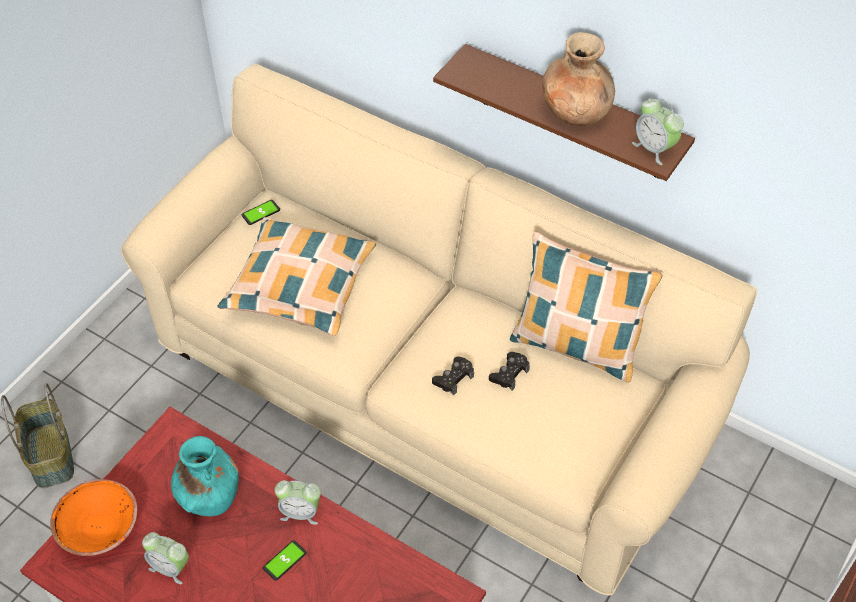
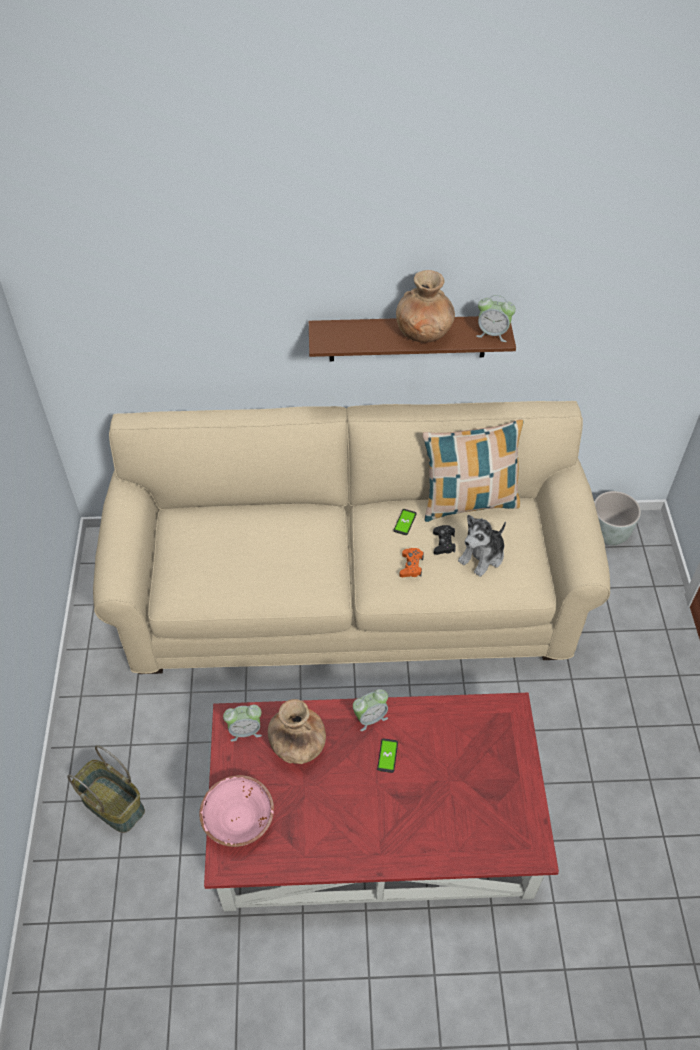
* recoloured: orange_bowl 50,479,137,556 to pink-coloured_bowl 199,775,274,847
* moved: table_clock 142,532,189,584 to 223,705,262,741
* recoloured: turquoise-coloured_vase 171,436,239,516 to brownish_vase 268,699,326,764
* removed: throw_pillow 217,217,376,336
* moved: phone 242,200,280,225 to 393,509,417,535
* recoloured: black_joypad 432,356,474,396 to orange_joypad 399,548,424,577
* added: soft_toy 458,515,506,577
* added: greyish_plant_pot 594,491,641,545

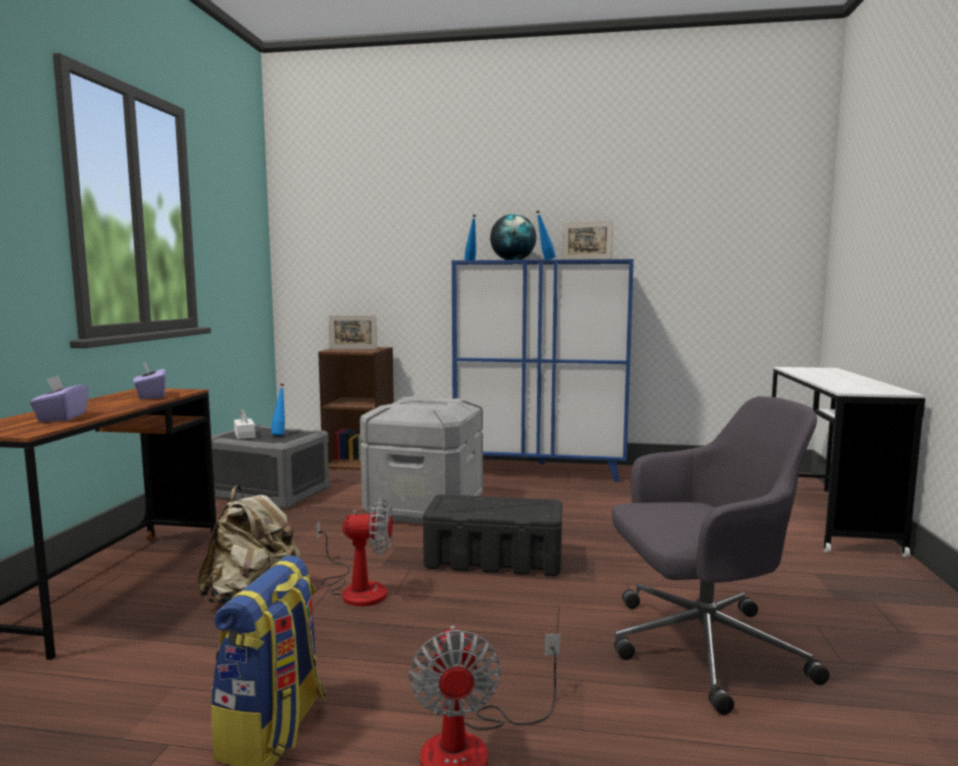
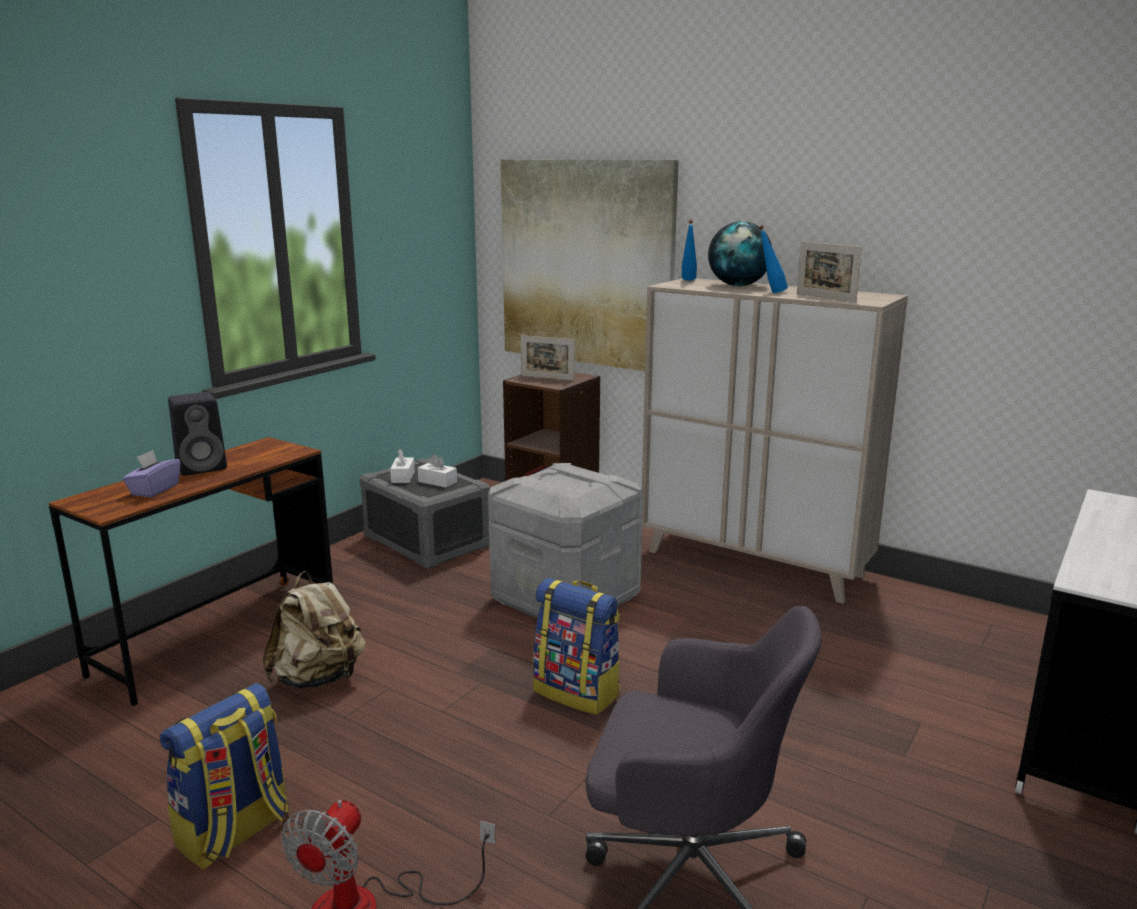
* removed: purplish_box_of_tissues 133,362,166,399
* replaced: blue-coloured_beverage_bottle 271,384,285,435 to white-coloured_box_of_tissues 418,454,457,488
* removed: electric_fan 316,498,393,607
* replaced: black_storage_container 423,494,562,576 to rucksack 533,578,620,715
* recoloured: blue-coloured_cupboard 452,259,634,482 to sand-coloured_cupboard 641,279,908,604
* added: black_audio_speaker 168,392,227,476
* added: wall_art 501,160,679,371

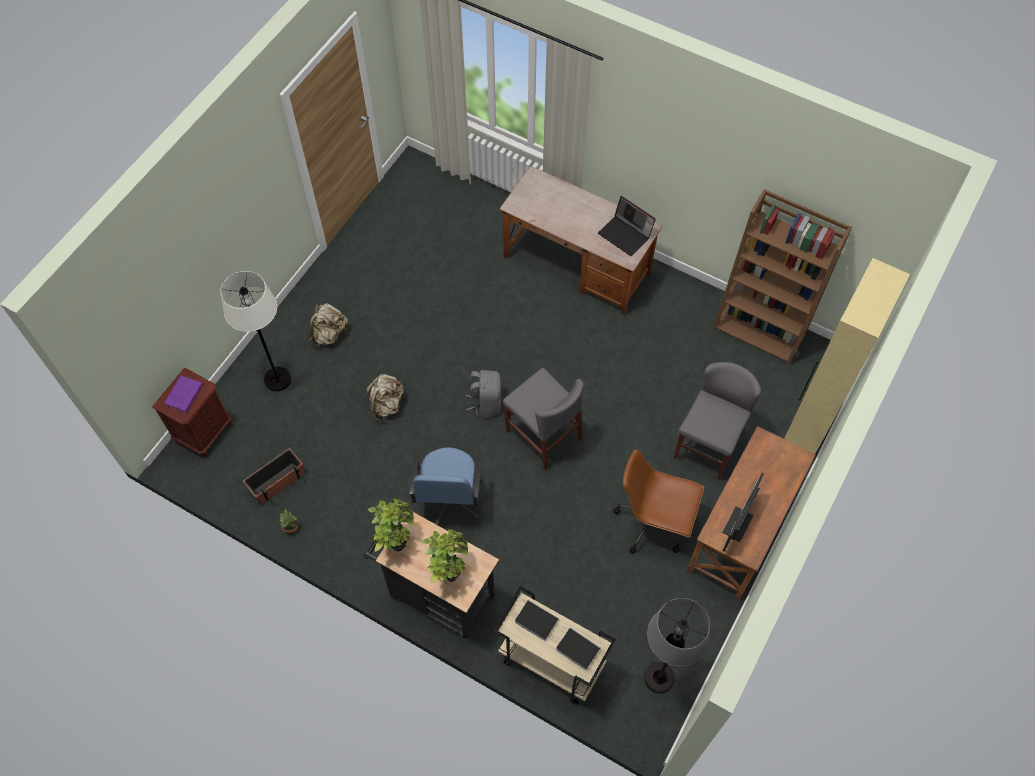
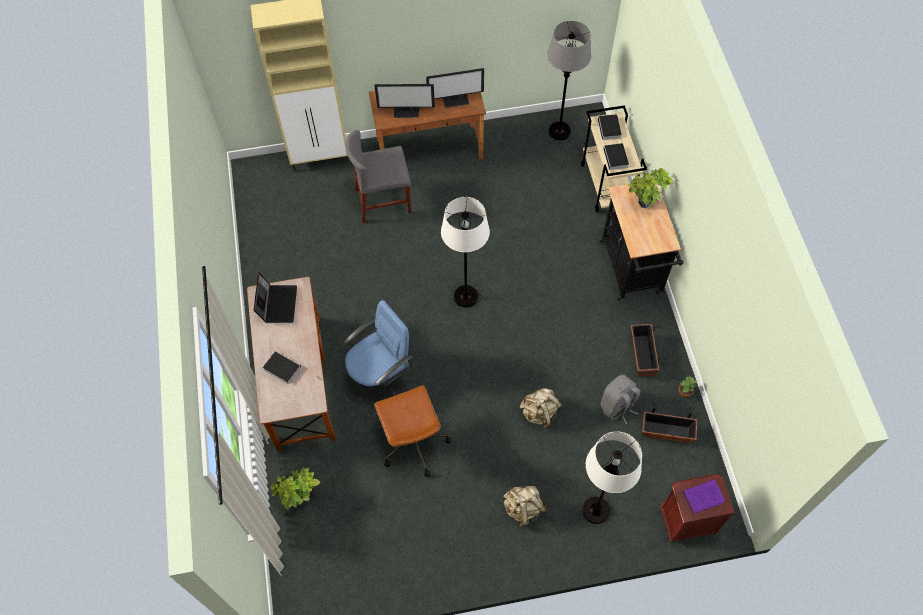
* moved: plant_in_a_pot 368,498,414,552 to 271,468,321,510
* moved: blue-coloured_desk_chair 408,447,482,525 to 343,300,413,404
* moved: greyish_rucksack 466,370,501,418 to 600,375,640,424
* replaced: greyish_chair 503,368,584,470 to white-coloured_floor_lamp 441,197,490,307
* moved: brownish_desk_chair 613,449,704,554 to 374,385,451,477
* removed: brownish_bookcase 713,189,852,365
* added: bound_book 263,351,301,384
* added: monitor 374,84,435,118
* added: plant_pot 631,324,667,377

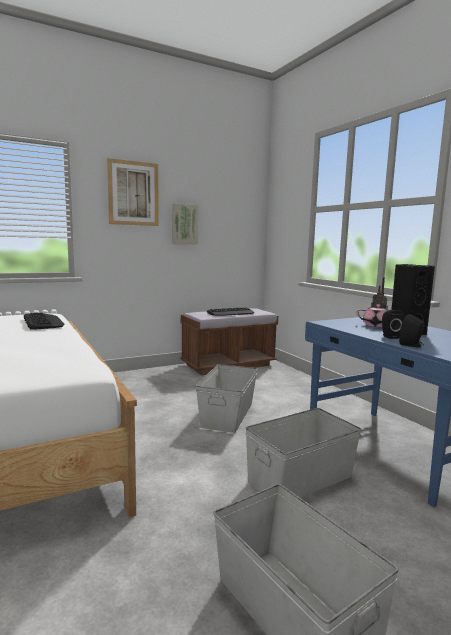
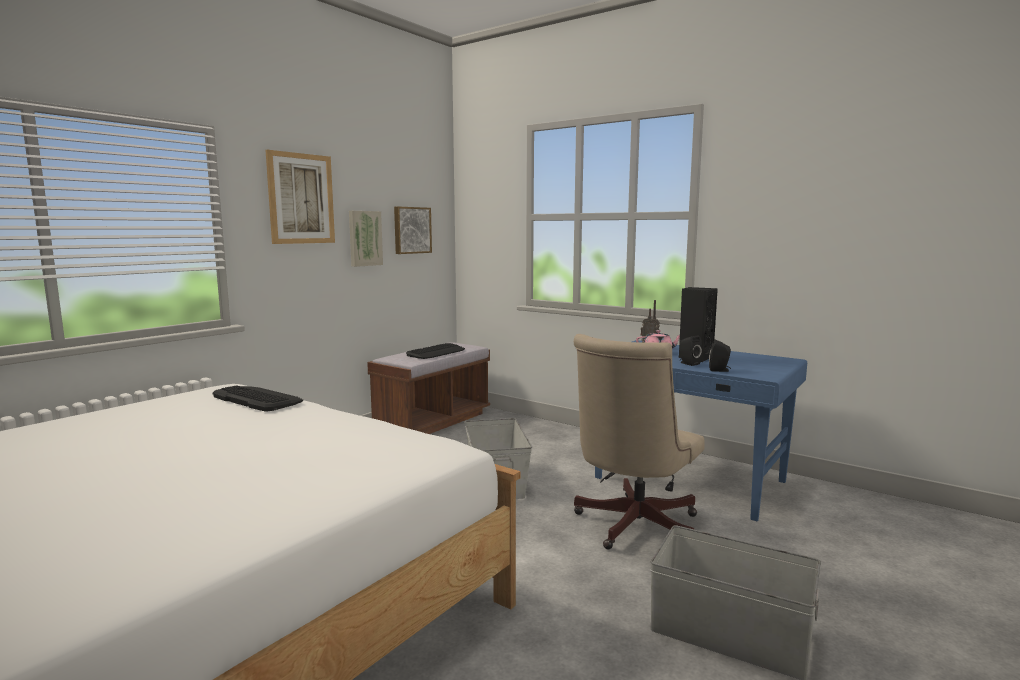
* replaced: greyish_storage_container 245,408,362,498 to sand-coloured_desk_chair 574,334,705,550
* added: wall_art 394,207,432,254

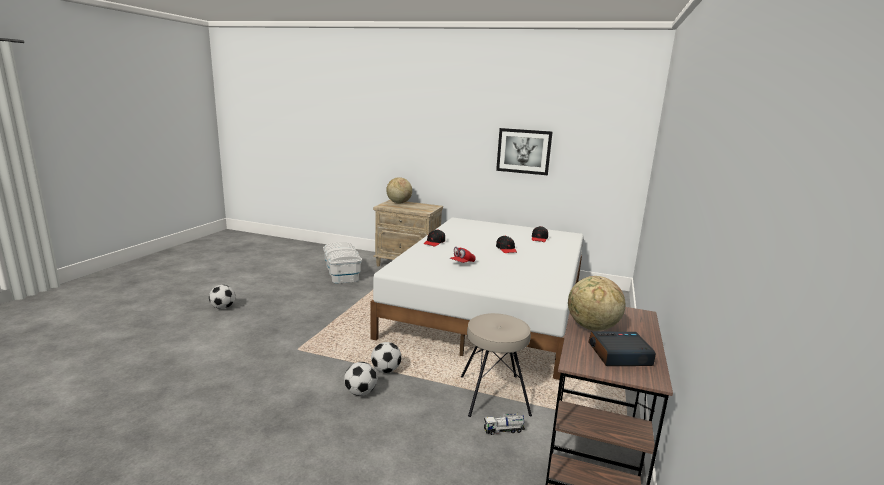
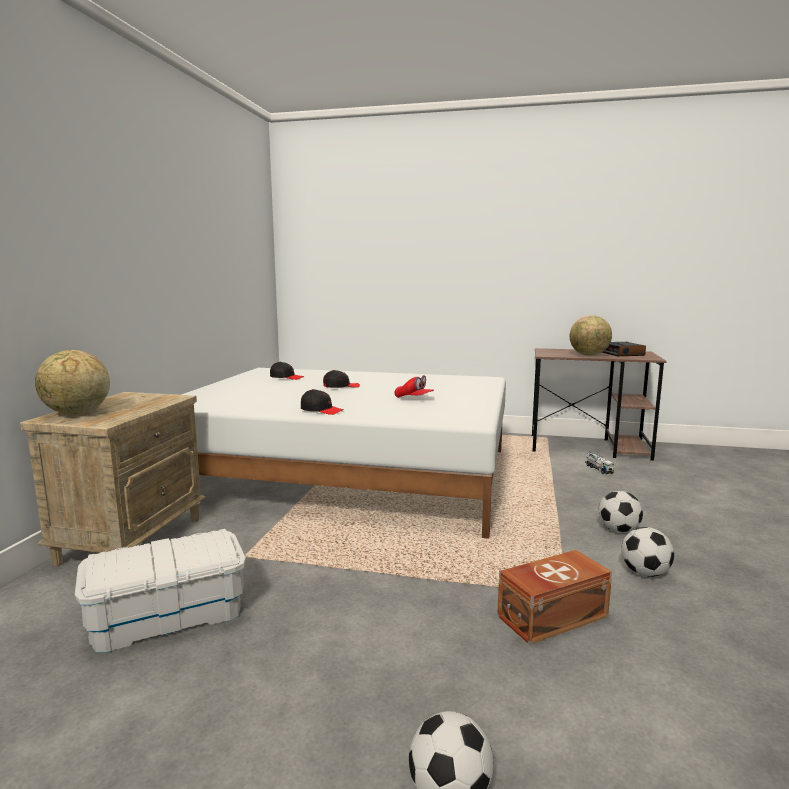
* moved: football_ball 371,342,402,373 to 621,527,674,577
* removed: sand-coloured_stool_seat 461,313,532,417
* removed: wall_art 496,128,552,175
* added: brownish_storage_container 497,550,612,645

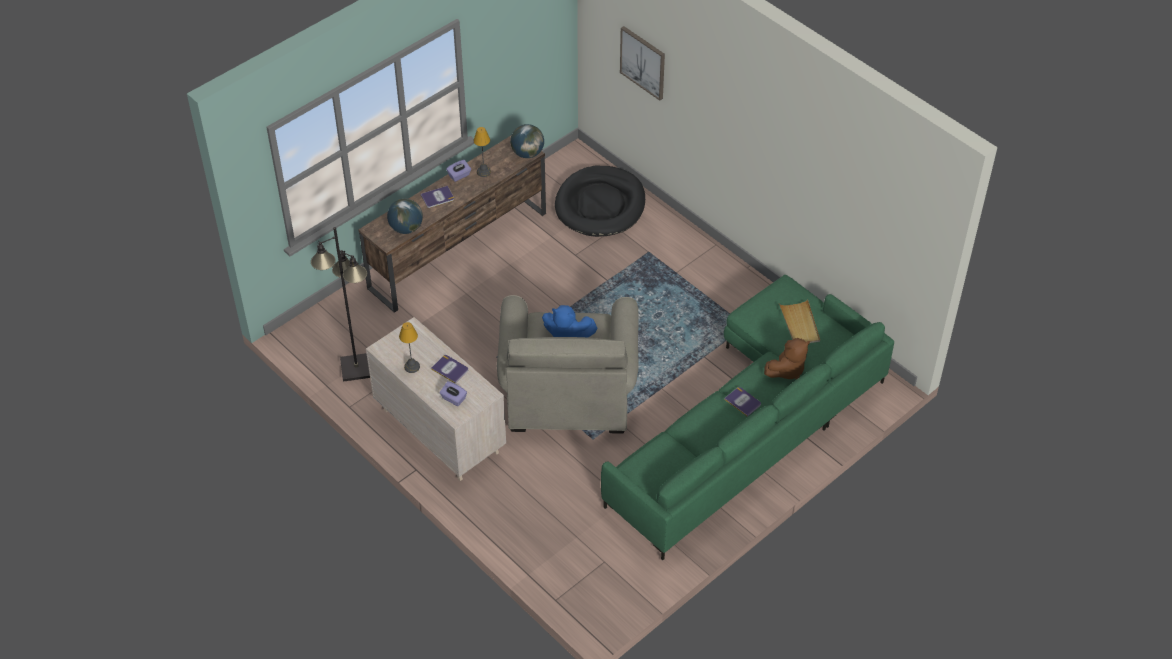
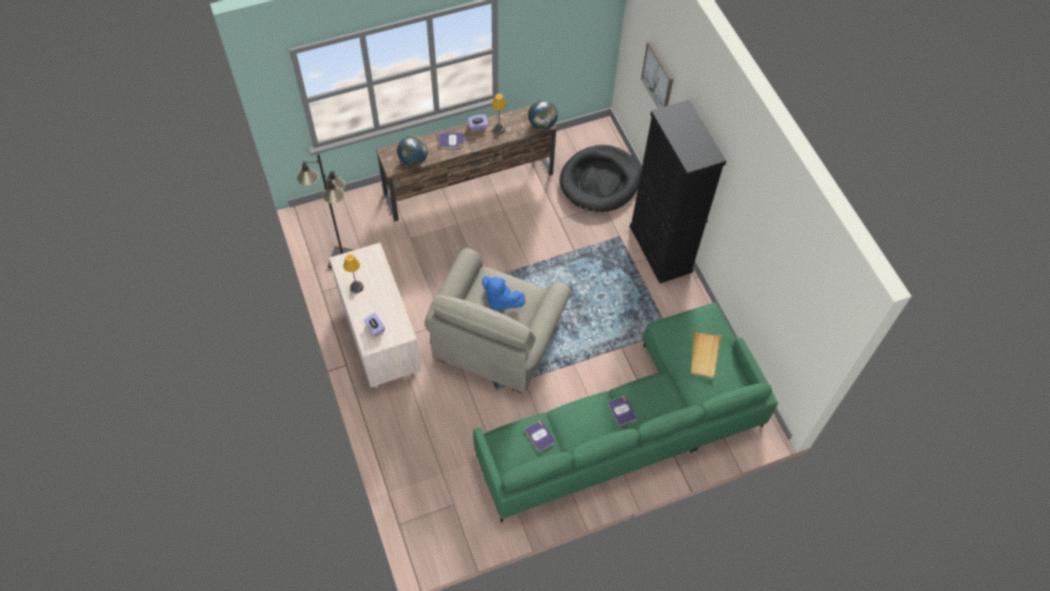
* moved: bound_book 431,355,468,384 to 524,421,555,453
* removed: brownish_soft_toy 764,338,810,380
* added: black_cupboard 630,100,726,283

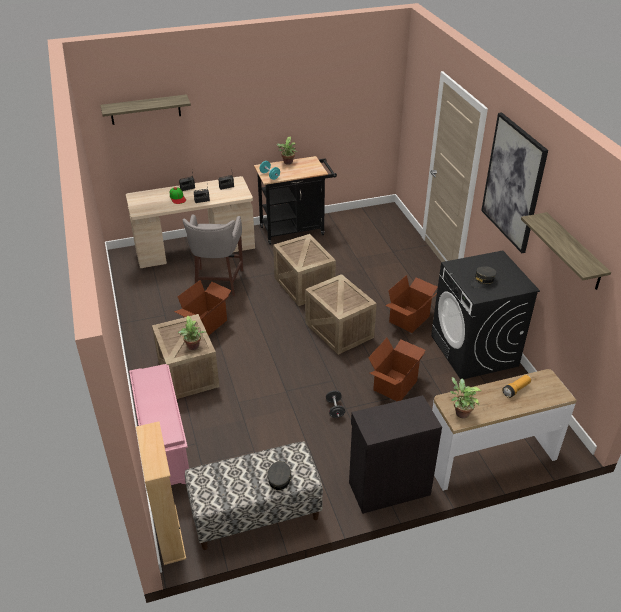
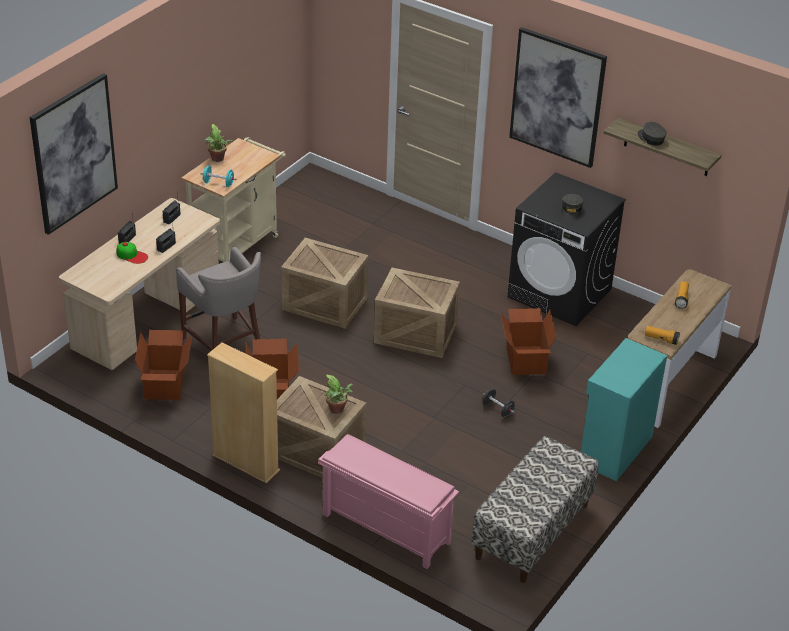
* replaced: wall_shelf 100,94,191,125 to wall_art 30,73,118,235
* moved: sand-coloured_bookcase 136,422,186,565 to 207,343,280,483
* recoloured: black_trolley 254,156,337,245 to sand-coloured_trolley 181,137,286,262
* moved: greyish_peaked_cap 267,461,291,490 to 638,122,667,146
* recoloured: black_cupboard 349,395,442,514 to turquoise-coloured_cupboard 581,338,667,481
* moved: cardboard_box 385,275,438,333 to 135,330,192,400
* replaced: plant_in_a_pot 450,377,481,419 to hand_torch 645,326,680,345

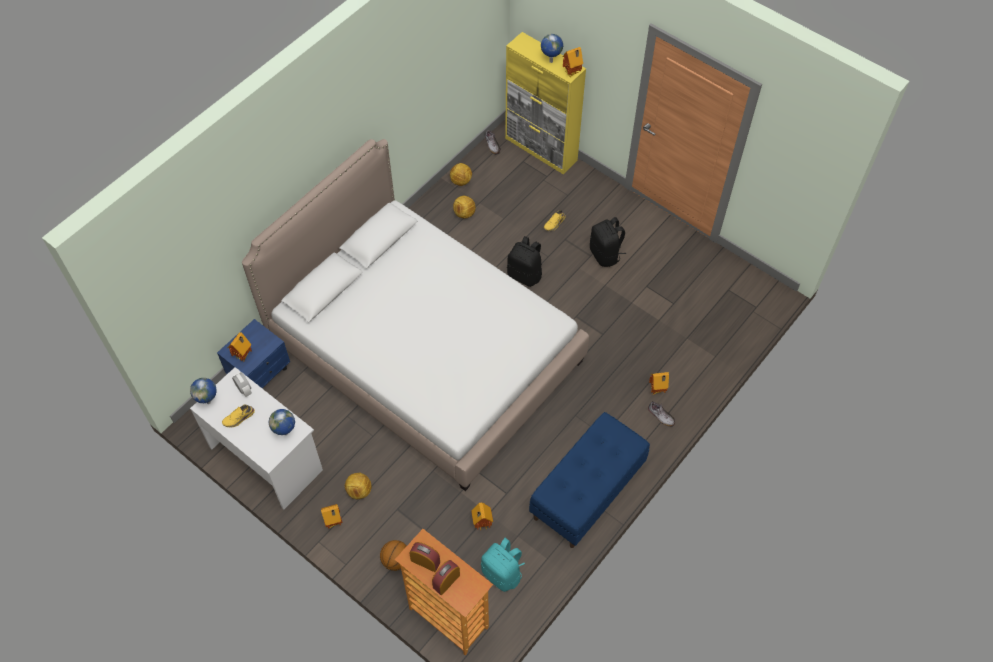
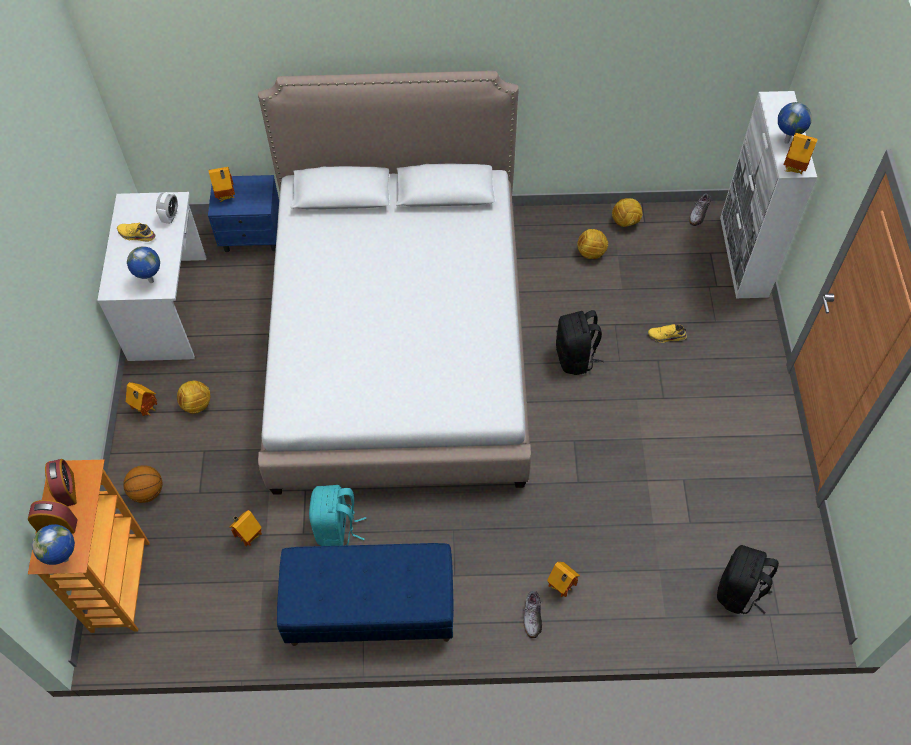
* moved: world_globe 190,378,217,404 to 32,524,75,565
* moved: turquoise-coloured_rucksack 481,538,525,592 to 309,485,366,546
* recoloured: yellow-coloured_cupboard 505,32,586,174 to white-coloured_cupboard 720,91,817,298
* moved: black_rucksack 590,217,626,267 to 717,545,779,614

